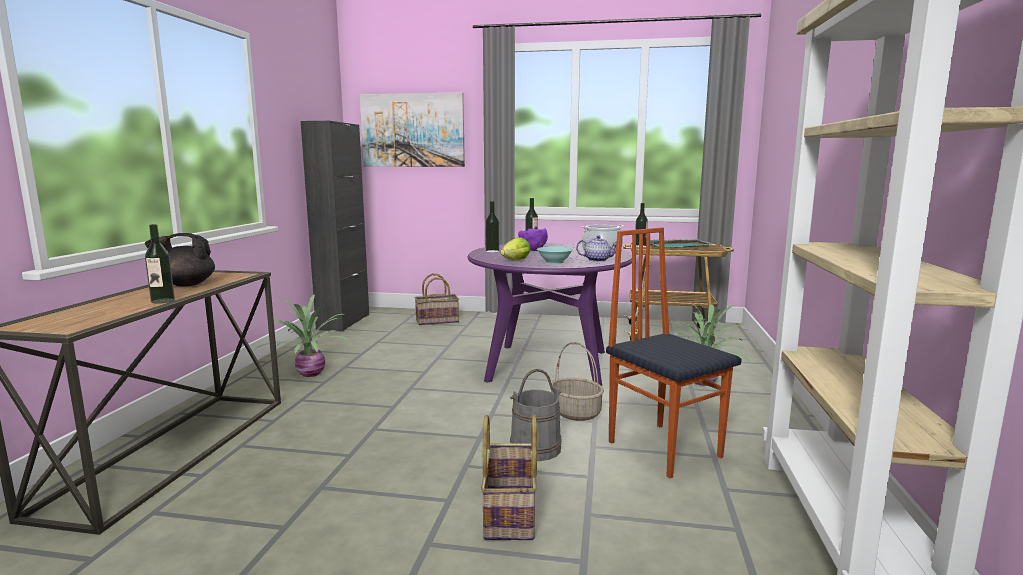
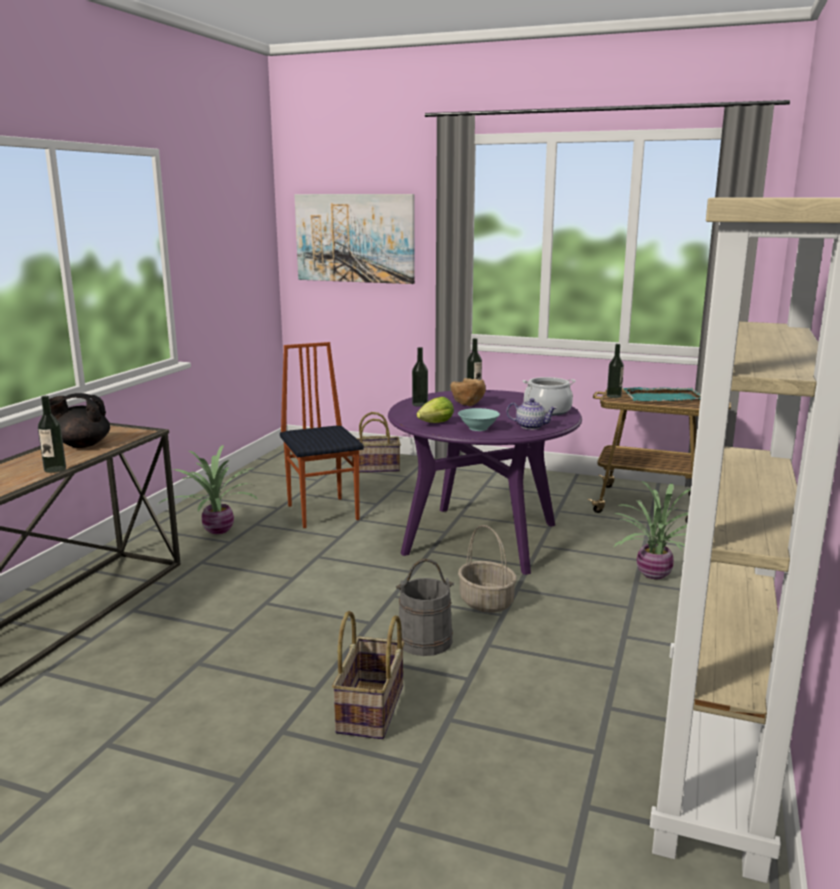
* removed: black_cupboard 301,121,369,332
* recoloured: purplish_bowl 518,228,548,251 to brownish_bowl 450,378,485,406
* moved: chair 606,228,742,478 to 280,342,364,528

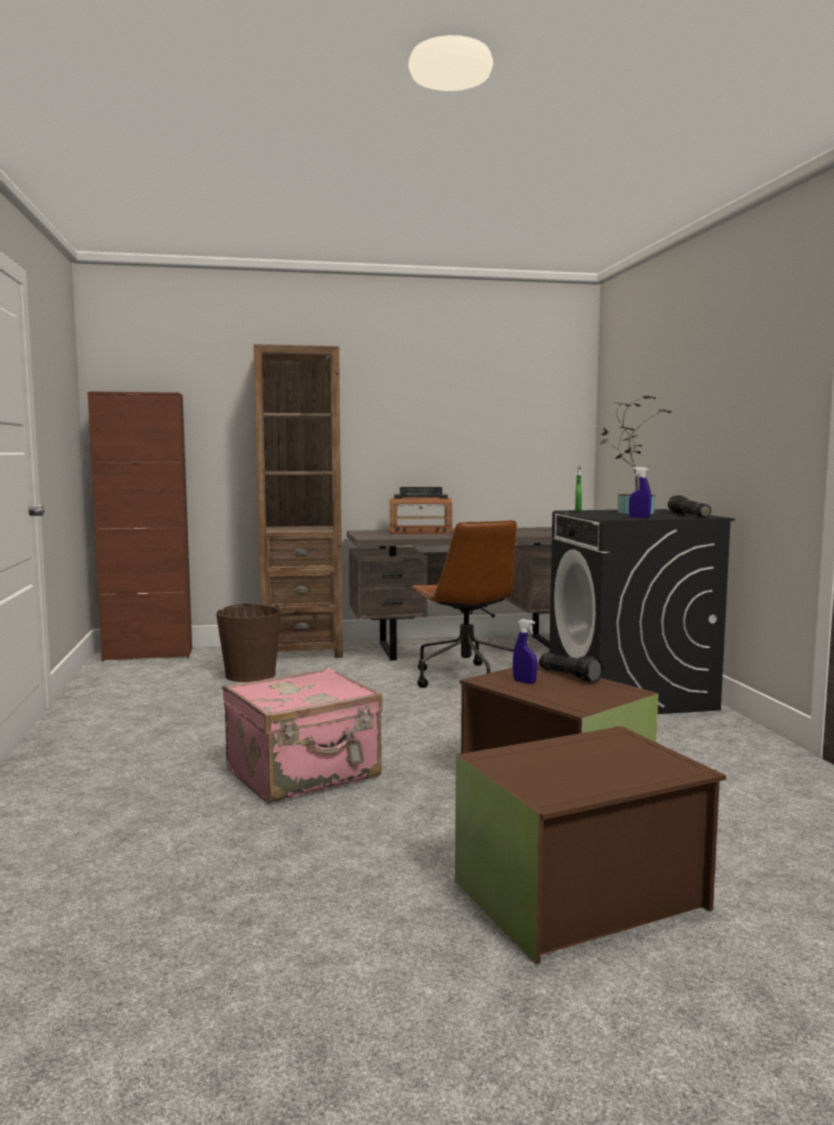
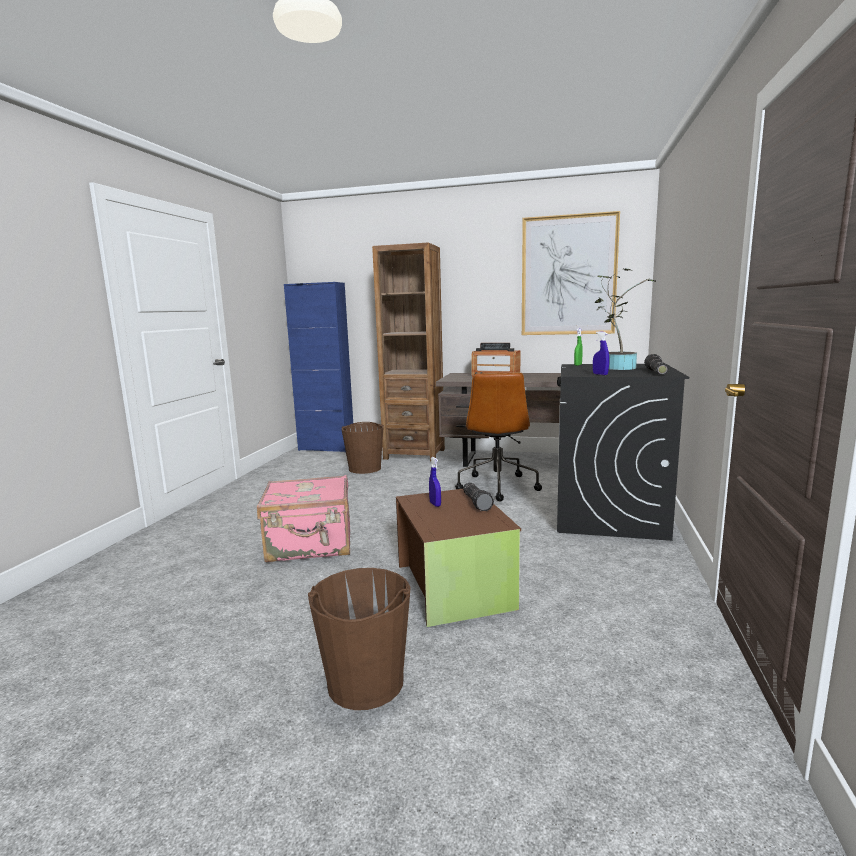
* recoloured: brownish_cupboard 88,391,192,661 to blue-coloured_cupboard 284,282,353,453
* replaced: brownish_storage_container 455,726,726,964 to brownish_bucket 308,568,410,710
* added: wall_art 522,211,620,335

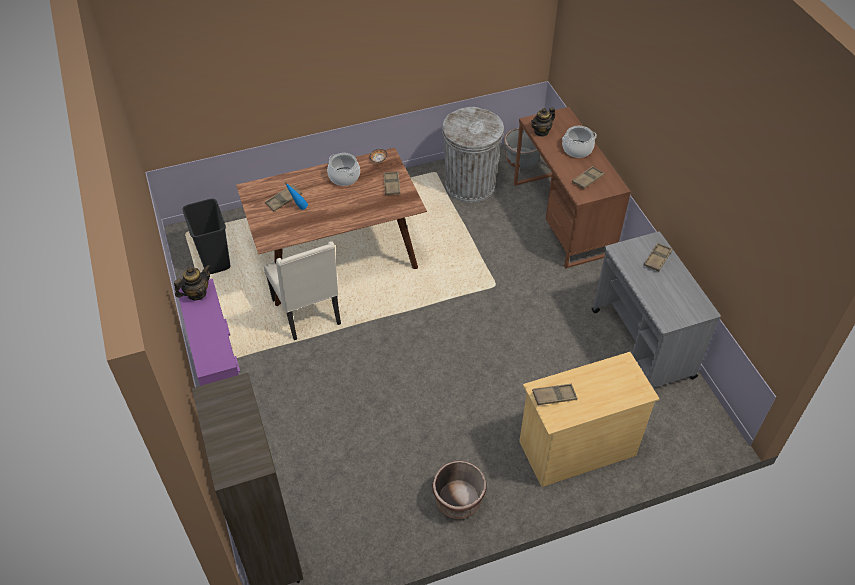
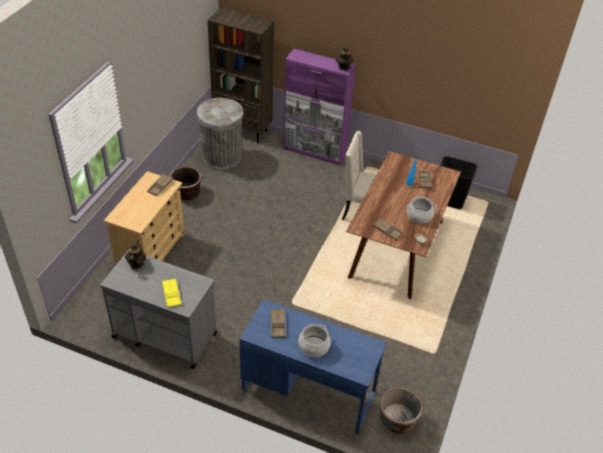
* moved: greyish_waste_bin 442,107,504,203 to 197,98,244,170
* recoloured: brownish_desk_unit 514,107,631,269 to blue-coloured_desk_unit 240,299,387,434
* moved: tea_pot 531,107,555,137 to 125,240,146,269
* recoloured: brownish_serving_tray 644,243,673,271 to yellow-coloured_serving_tray 162,279,181,308

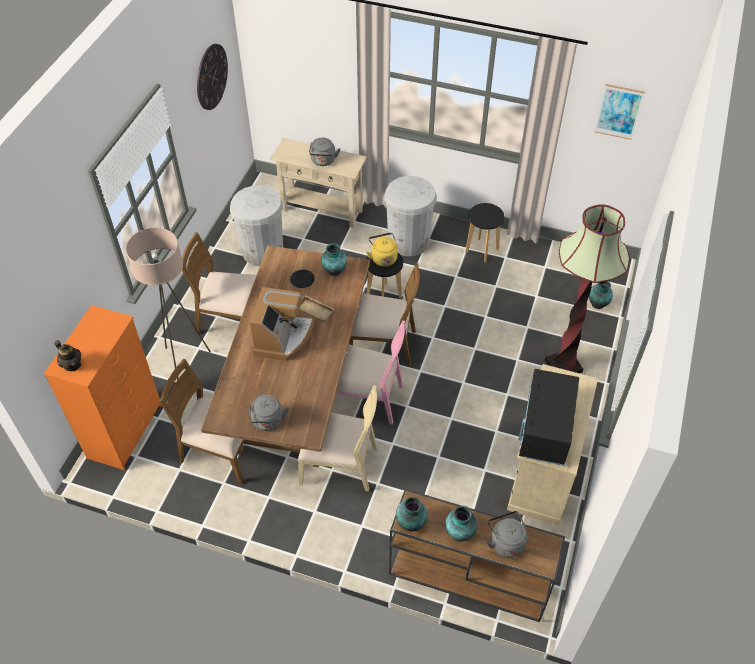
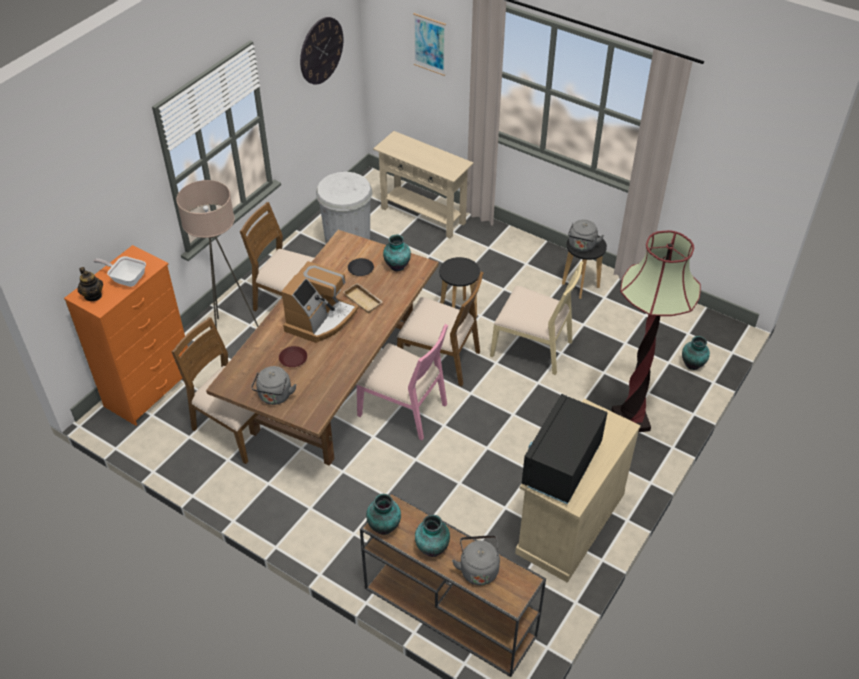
* moved: sand-coloured_chair 298,385,377,491 to 490,261,583,375
* moved: greyish_water_kettle 309,138,340,166 to 568,220,604,252
* removed: yellow-coloured_water_kettle 366,233,398,267
* removed: white-coloured_waste_bin 384,176,437,256
* moved: wall_art 594,84,645,140 to 413,13,446,76
* added: pan 93,256,146,287
* added: brownish_flat_dish 279,346,307,367

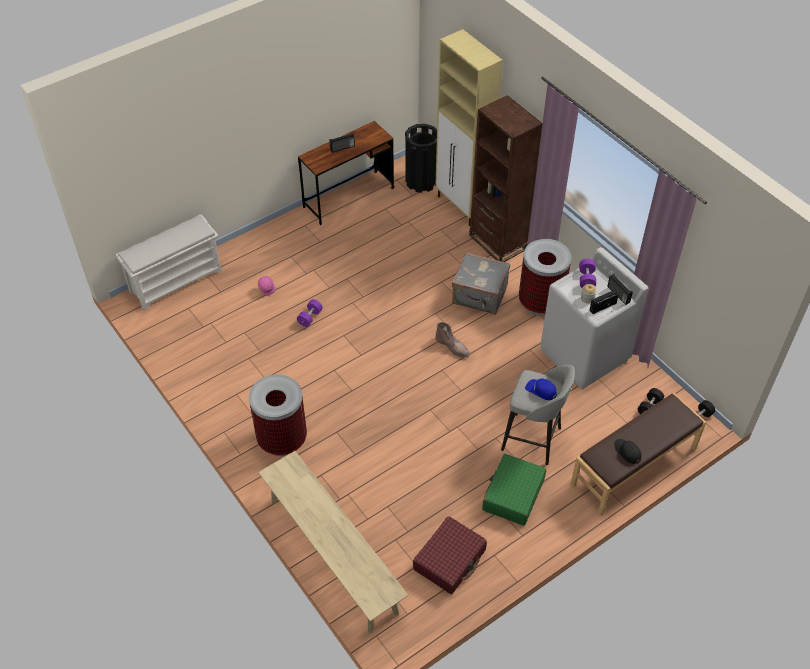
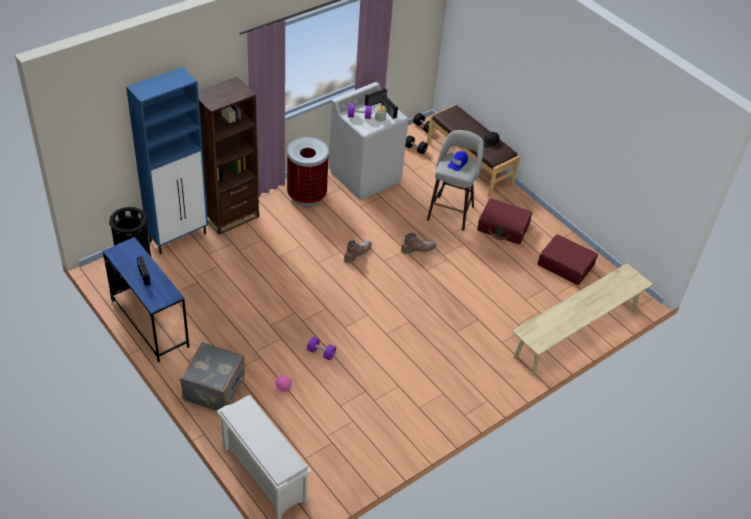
* removed: waste_bin 249,374,307,456
* recoloured: brownish_desk_unit 298,121,395,225 to blue-coloured_desk_unit 103,237,189,363
* recoloured: sand-coloured_cupboard 435,29,503,226 to blue-coloured_cupboard 126,67,208,254
* moved: greyish_piece_of_luggage 452,252,510,315 to 180,342,245,411
* recoloured: green-coloured_piece_of_luggage 482,454,546,526 to red_piece_of_luggage 477,198,532,245
* added: brownish_high-top_boot 401,233,437,254

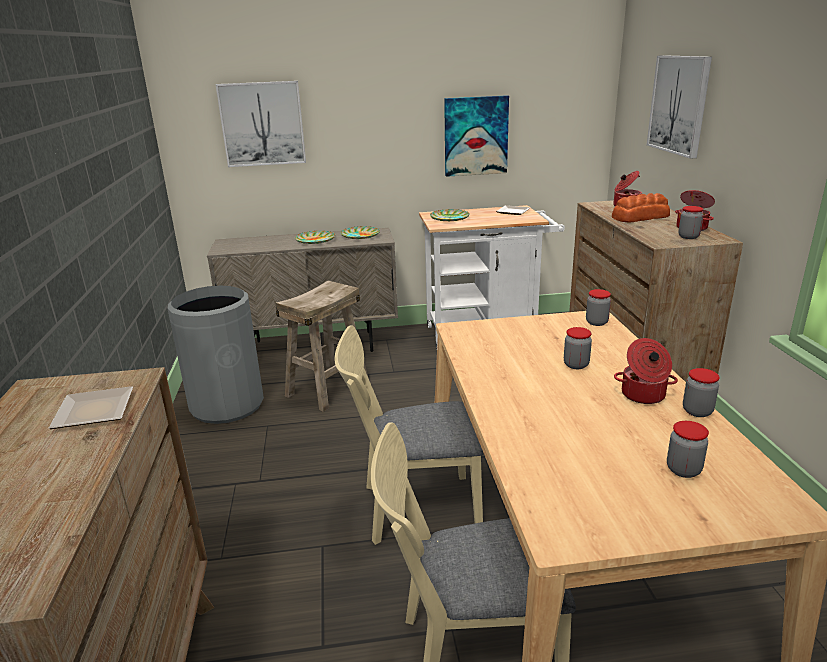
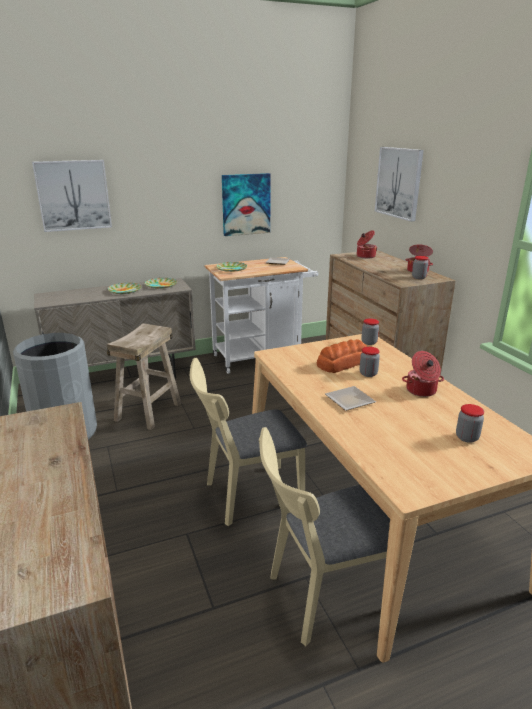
* moved: flat_dish 49,386,133,429 to 325,386,376,411
* moved: bakery_bread 612,193,670,223 to 317,339,367,373
* removed: jar 683,368,720,417

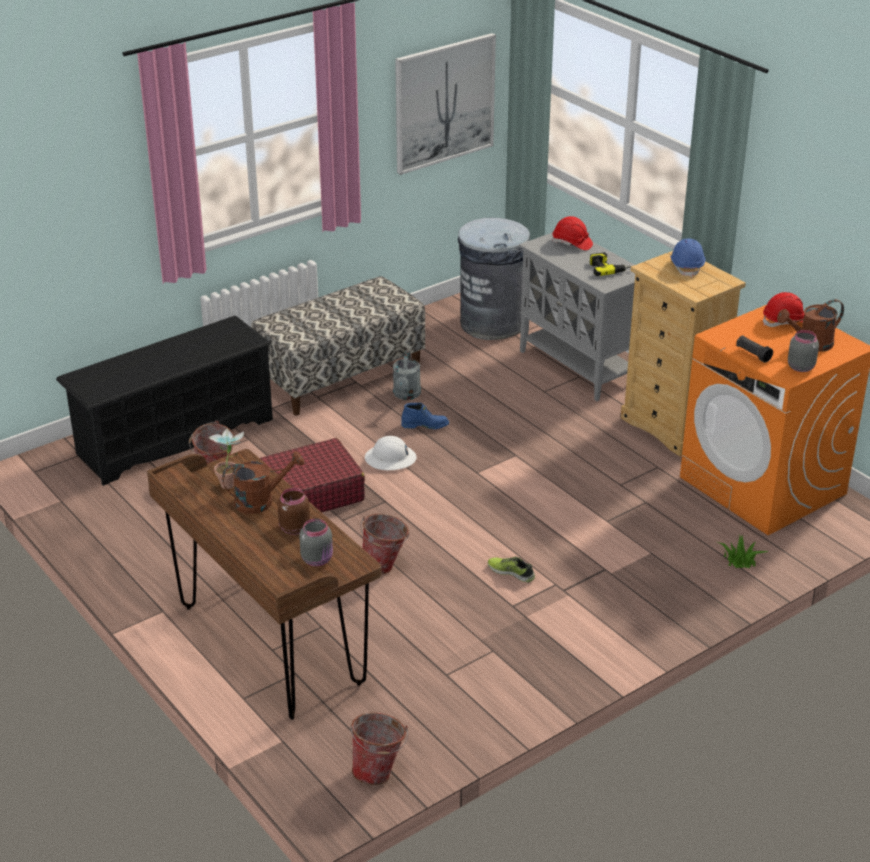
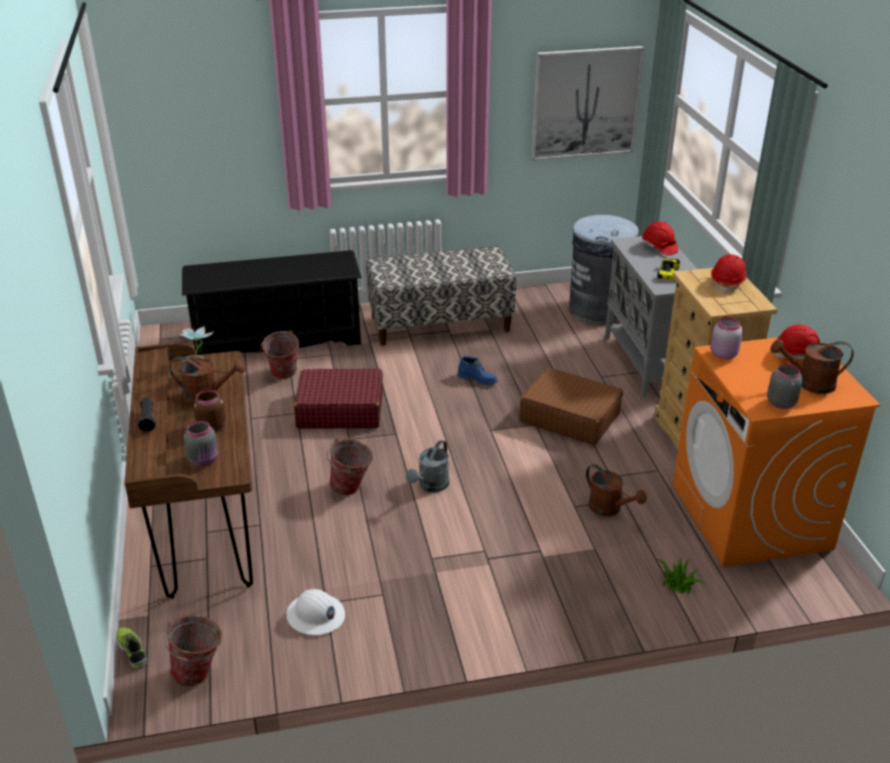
* moved: white-coloured_work_helmet 365,436,417,470 to 286,589,345,635
* moved: greyish_sprinkling_can 393,351,421,400 to 406,440,450,492
* moved: low_shoe 488,556,535,583 to 116,627,147,669
* recoloured: blue-coloured_work_helmet 670,238,706,278 to red_work_helmet 711,254,747,293
* moved: black_hand_torch 736,336,773,363 to 138,398,156,432
* added: brownish_piece_of_luggage 520,368,623,445
* added: brownish_sprinkling_can 586,464,647,516
* added: pink-coloured_jar 711,317,743,359

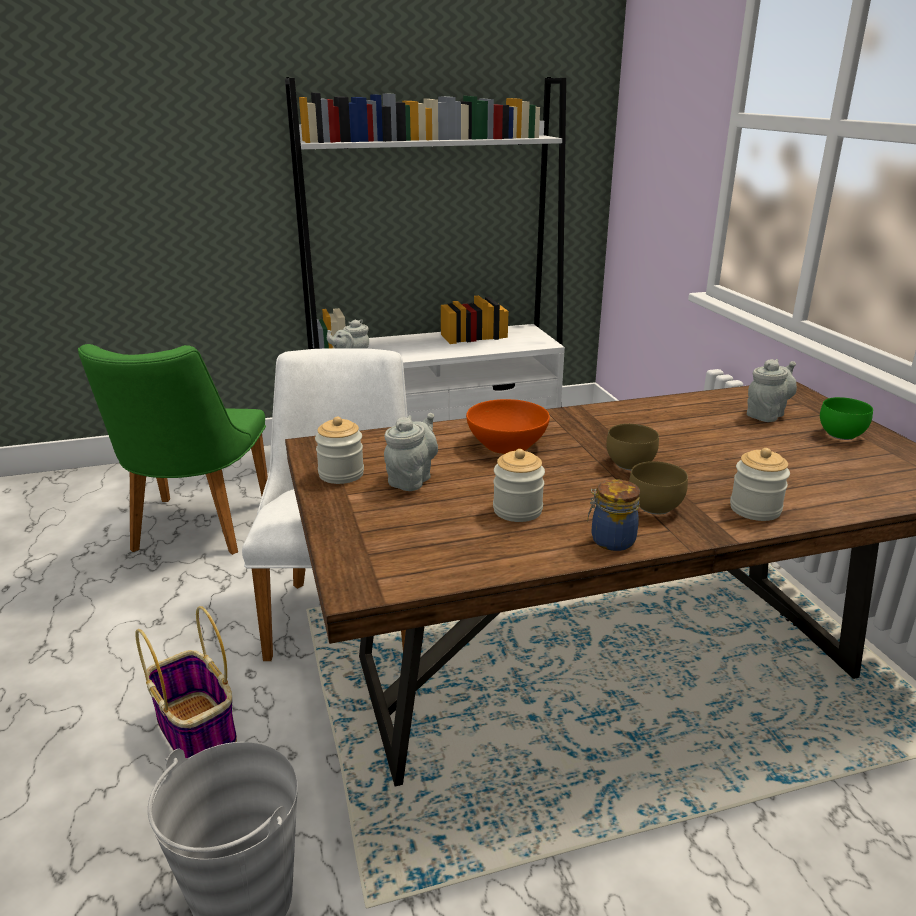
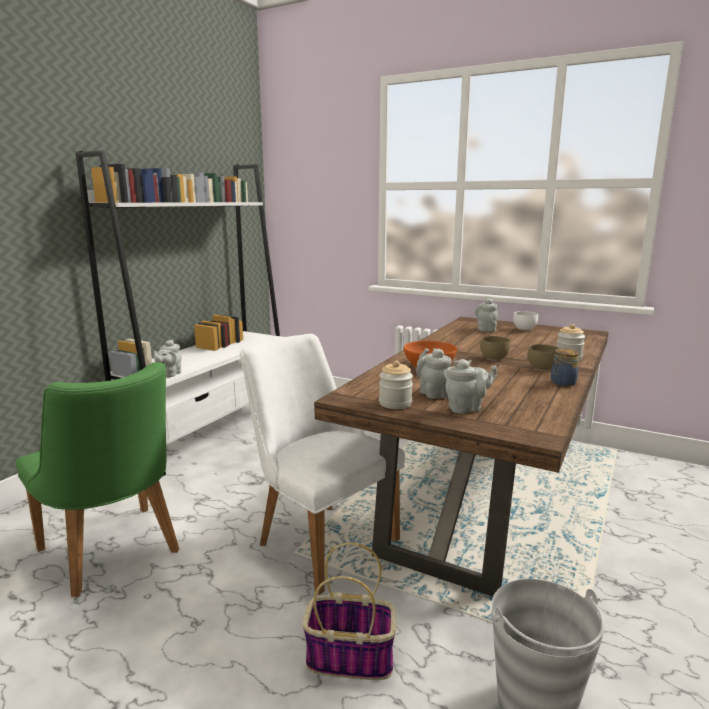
* removed: jar 493,449,545,522
* recoloured: green-coloured_bowl 820,397,873,440 to white-coloured_bowl 513,311,538,330
* added: greyish_tea_pot 446,359,497,413

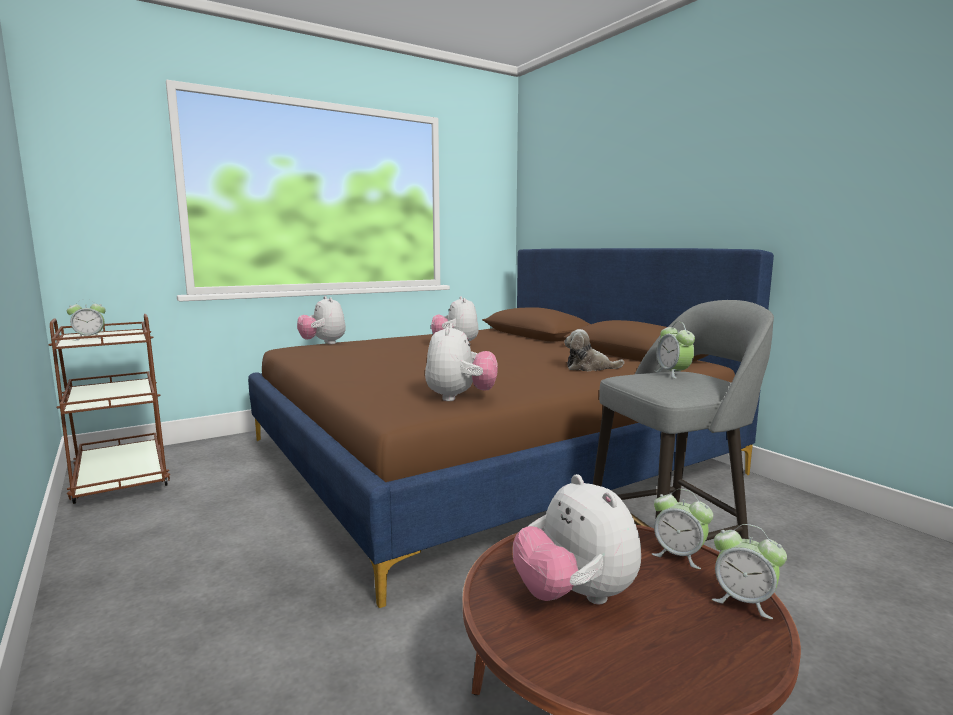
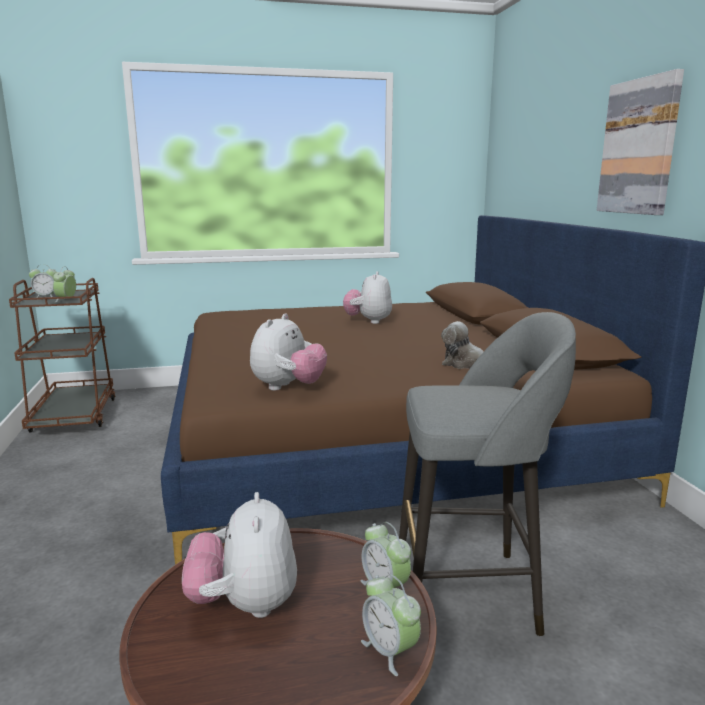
* removed: soft_toy 297,296,346,344
* moved: table_clock 655,322,695,379 to 53,267,76,303
* added: wall_art 596,69,684,215

